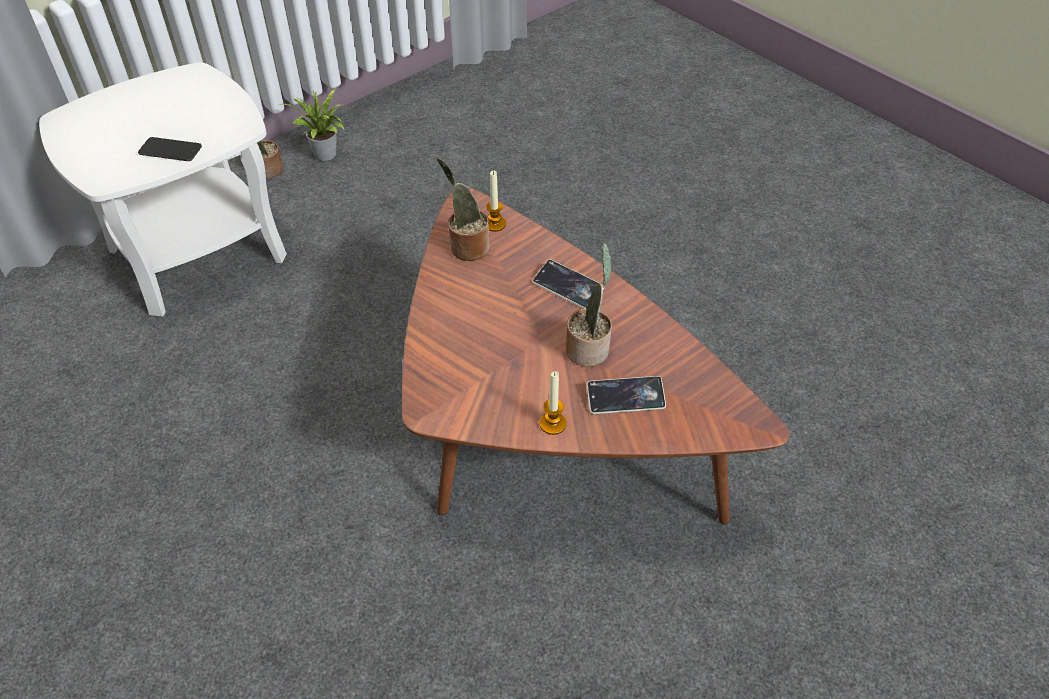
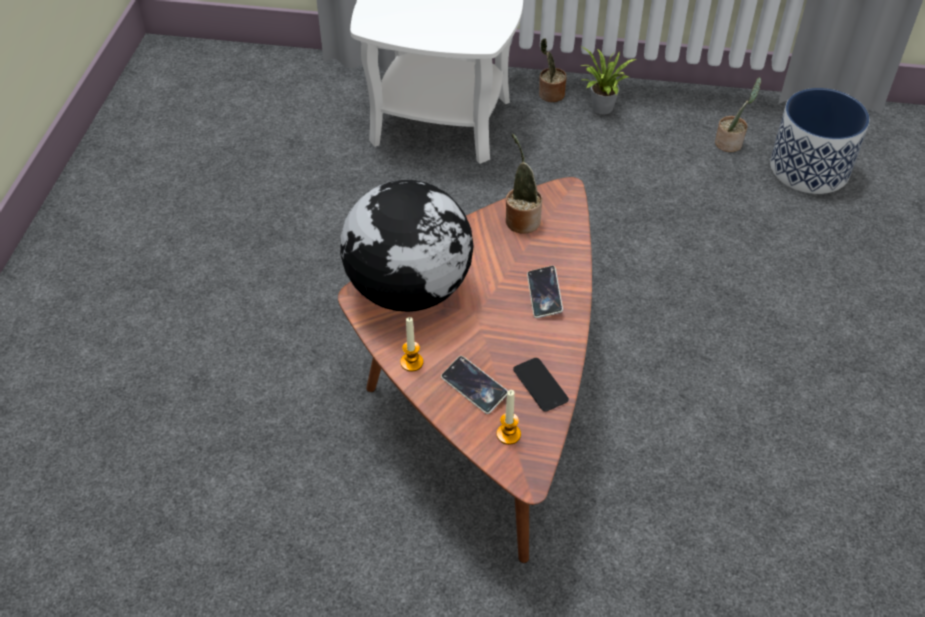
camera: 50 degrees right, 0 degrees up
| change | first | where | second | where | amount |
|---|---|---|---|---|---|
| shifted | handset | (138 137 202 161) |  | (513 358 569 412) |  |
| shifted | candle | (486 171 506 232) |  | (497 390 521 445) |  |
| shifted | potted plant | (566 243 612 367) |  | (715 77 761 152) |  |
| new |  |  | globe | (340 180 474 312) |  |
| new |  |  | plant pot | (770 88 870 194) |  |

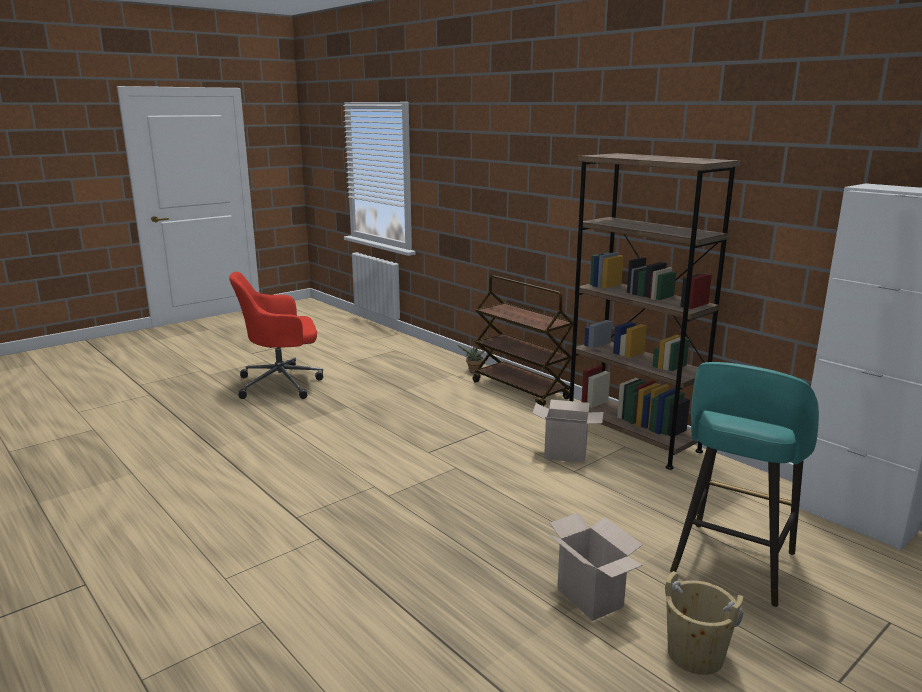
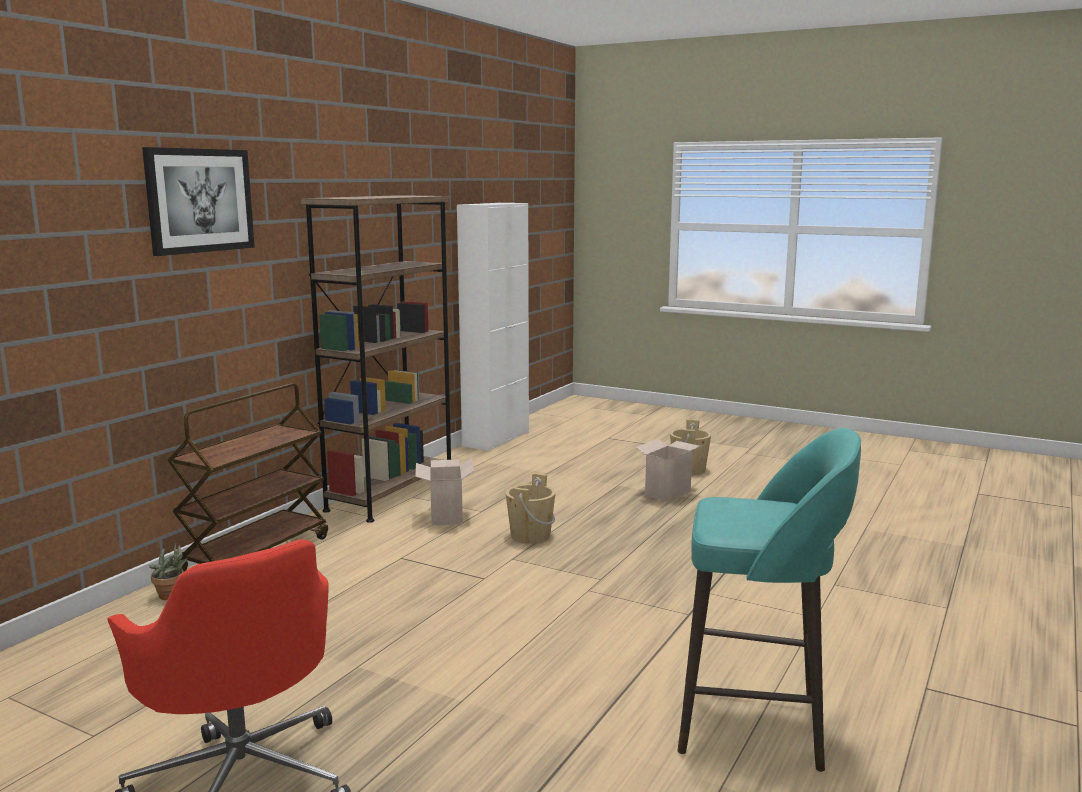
camera: 110 degrees left, 5 degrees down
| change | first | where | second | where | amount |
|---|---|---|---|---|---|
| shifted | turquoise-coloured stool seat | (670 362 819 607) |  | (677 428 861 772) |  |
| new |  |  | picture | (142 147 255 256) |  |
| new |  |  | sand-coloured bucket | (505 473 556 544) |  |

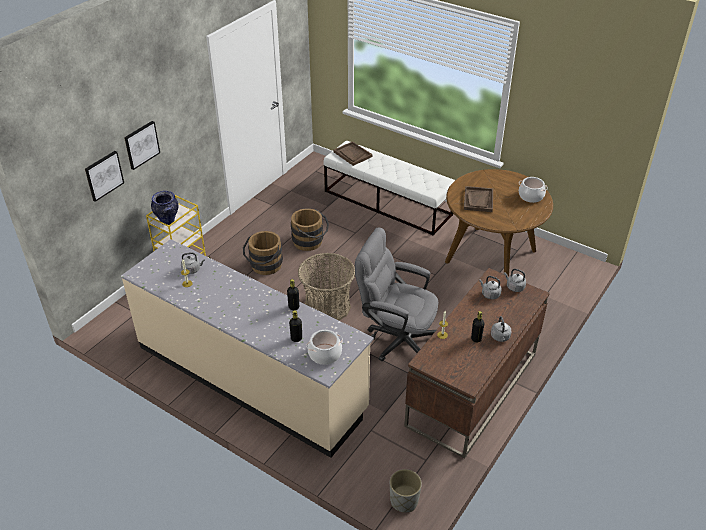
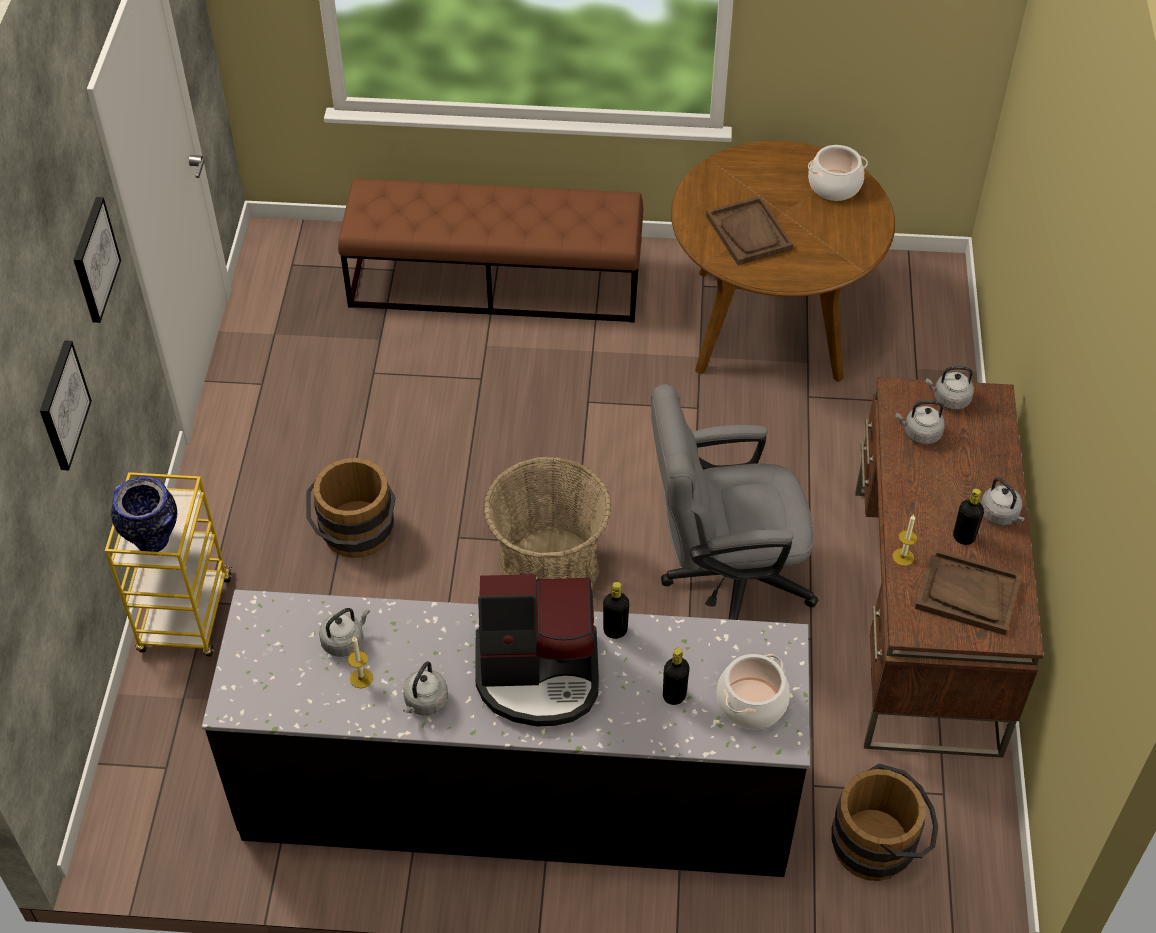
camera: 30 degrees left, 10 degrees up
| change | first | where | second | where | amount |
|---|---|---|---|---|---|
| shifted | picture | (85 151 124 202) |  | (73 197 121 323) |  |
| repainted | sand-coloured kitchen counter | (121 239 374 458) | blackish kitchen counter | (202 590 810 877) |  |
| shifted | brown bucket | (291 208 329 251) |  | (832 764 938 881) |  |
| repainted | whitish long seat | (323 141 455 236) | brown long seat | (338 179 644 323) |  |
| shifted | brown carrying tray | (334 141 372 166) |  | (915 549 1022 635) |  |
| gone | greyish plant pot | (390 469 422 512) |  |  |  |
| new |  |  | greyish tea kettle | (403 661 448 715) |  |
| new |  |  | coffee brewer | (475 574 599 727) |  |

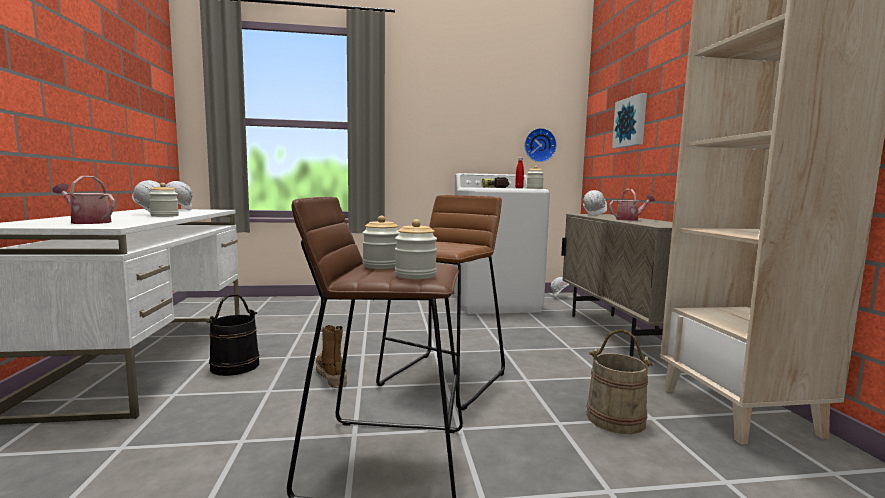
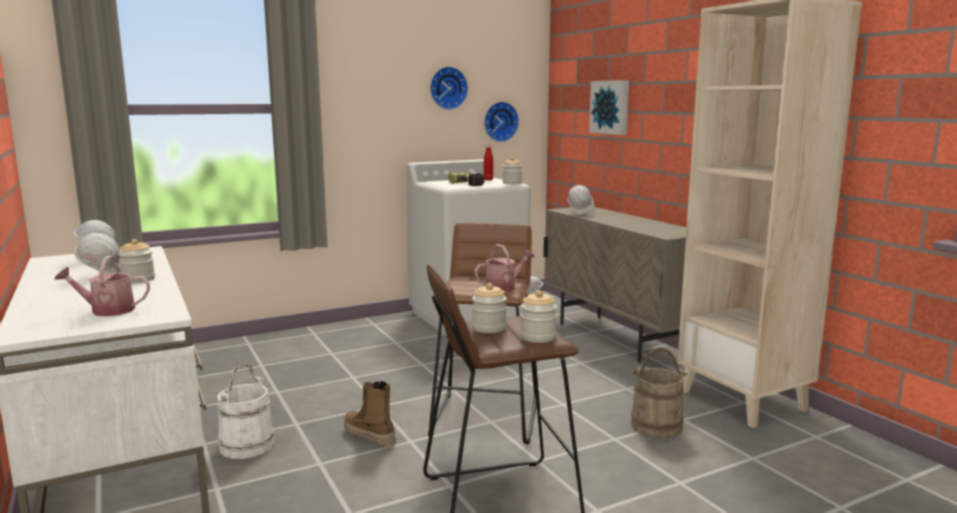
camera: 20 degrees left, 5 degrees up
| change | first | where | second | where | amount |
|---|---|---|---|---|---|
| repainted | blackish bucket | (207 294 259 376) | whitish bucket | (217 362 275 459) |  |
| shifted | sprinkling can | (609 189 655 221) |  | (475 244 535 292) |  |
| new |  |  | wall clock | (430 66 468 110) |  |

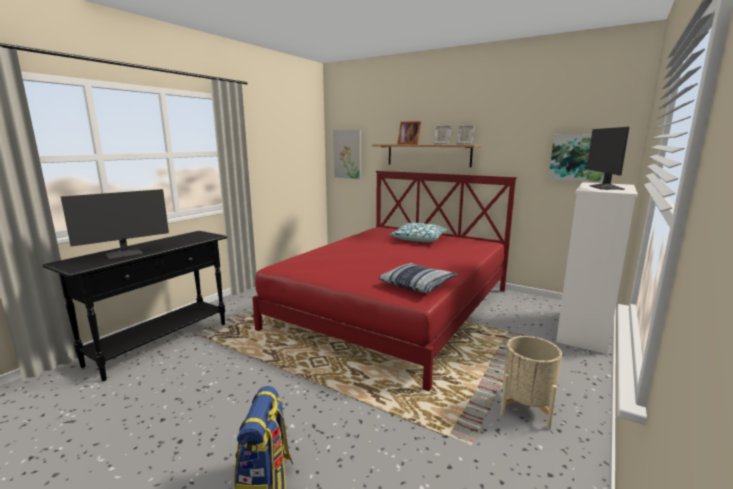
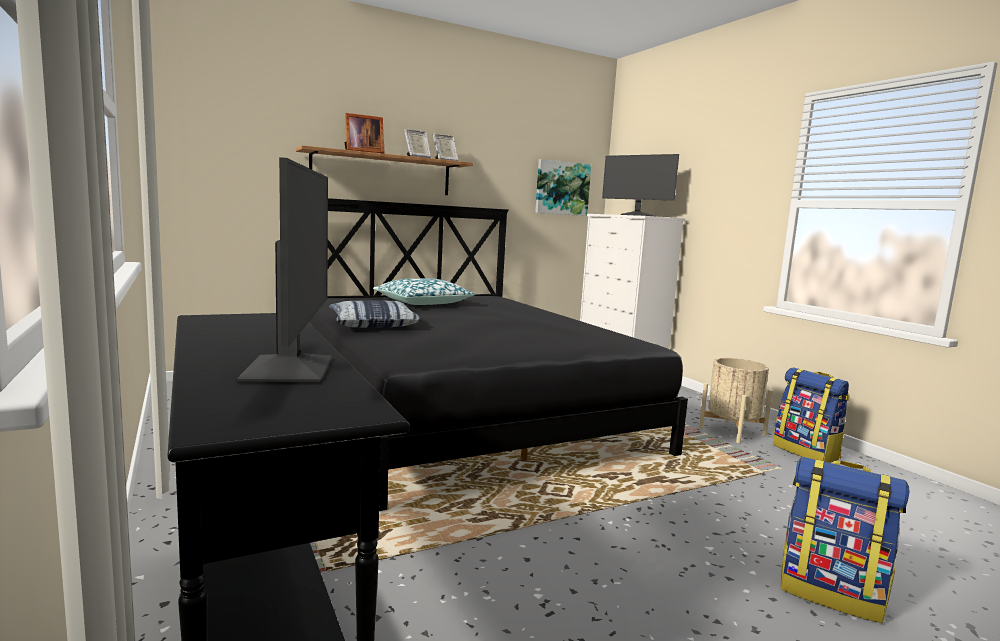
camera: 60 degrees left, 5 degrees down
| change | first | where | second | where | amount |
|---|---|---|---|---|---|
| repainted | reddish bed | (252 171 517 391) | blackish bed | (309 198 688 511) |  |
| gone | picture | (333 130 361 179) |  |  |  |
| shifted | cushion | (378 263 458 293) |  | (329 301 421 328) |  |
| new |  |  | knapsack | (773 367 850 463) |  |

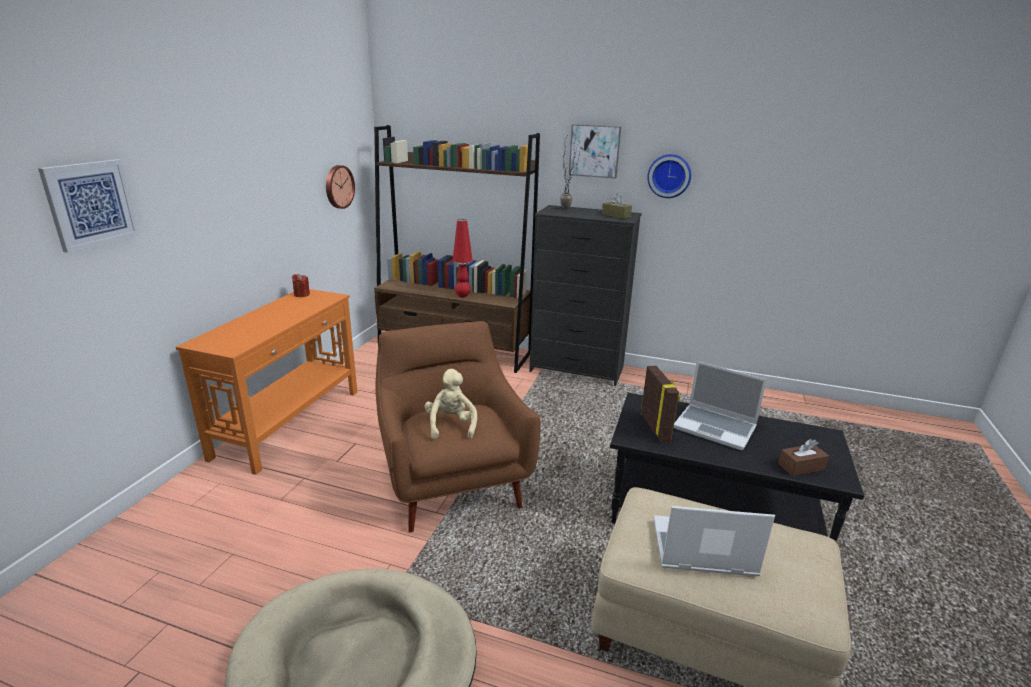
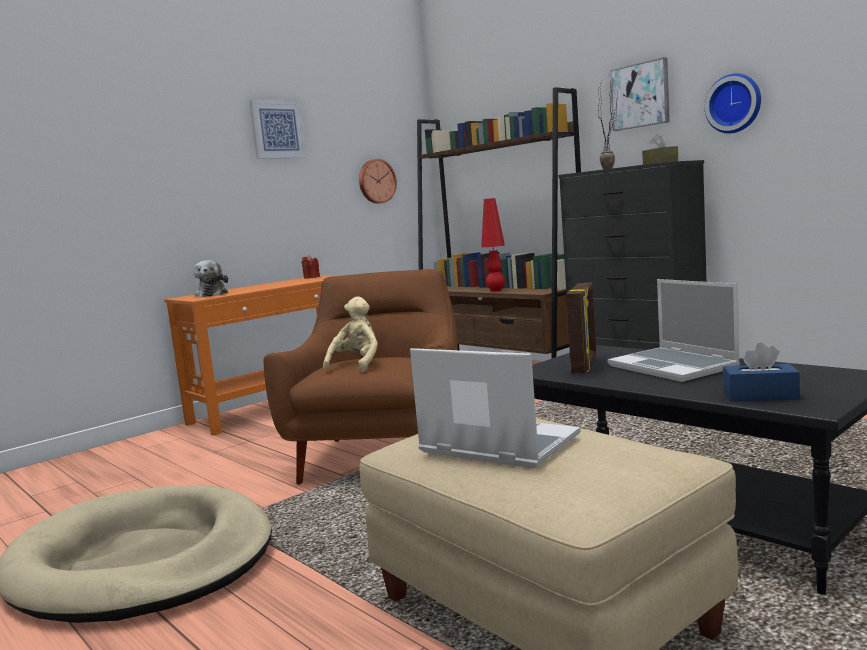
camera: 30 degrees right, 15 degrees down
| change | first | where | second | where | amount |
|---|---|---|---|---|---|
| shifted | picture | (38 159 139 253) |  | (249 100 307 159) |  |
| repainted | brown box of tissues | (778 439 829 476) | blue box of tissues | (723 342 800 401) |  |
| new |  |  | plush toy | (194 260 228 297) |  |

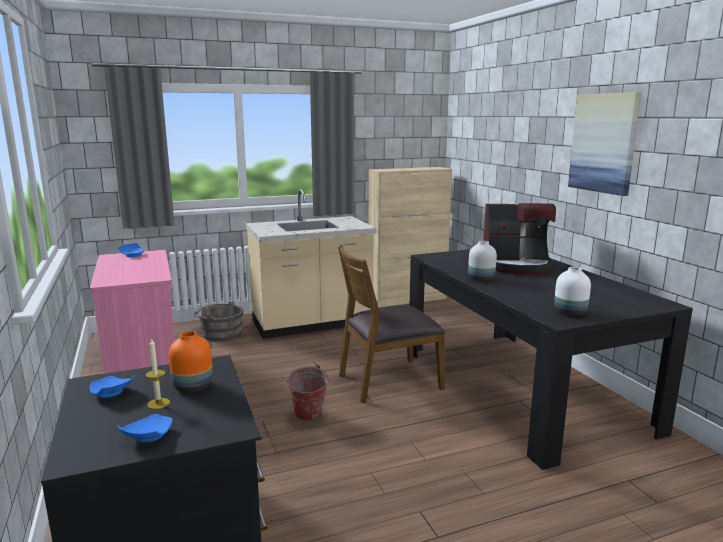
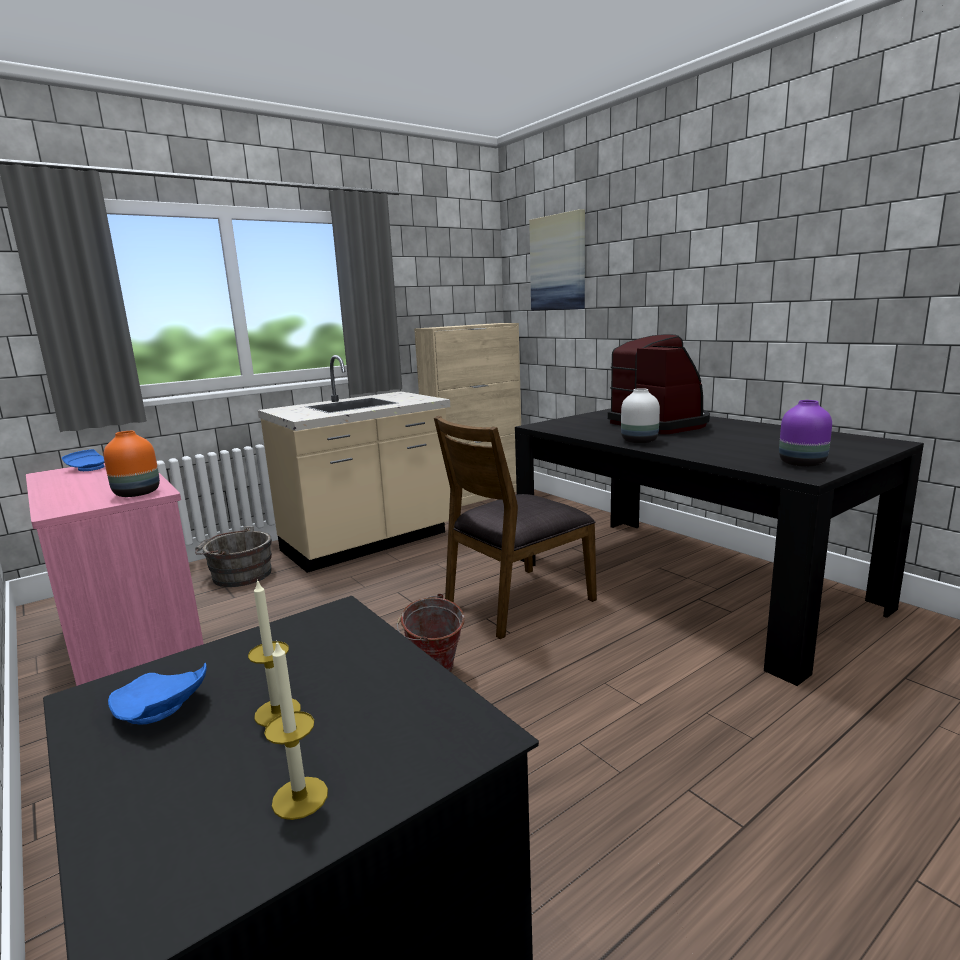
camera: 15 degrees left, 0 degrees up
| change | first | where | second | where | amount |
|---|---|---|---|---|---|
| swapped | blue plate | (118 414 173 442) | candle | (264 640 328 820) |  |
| shifted | orange decorative vase | (169 331 213 393) |  | (103 431 160 497) |  |
| rotated | coffee brewer | (483 203 556 274) |  | (608 334 710 434) | 105 degrees counterclockwise |
| repainted | whitish decorative vase | (554 267 591 316) | purplish decorative vase | (779 400 832 467) |  |
| shifted | picture | (568 92 641 196) |  | (529 209 585 311) |  |

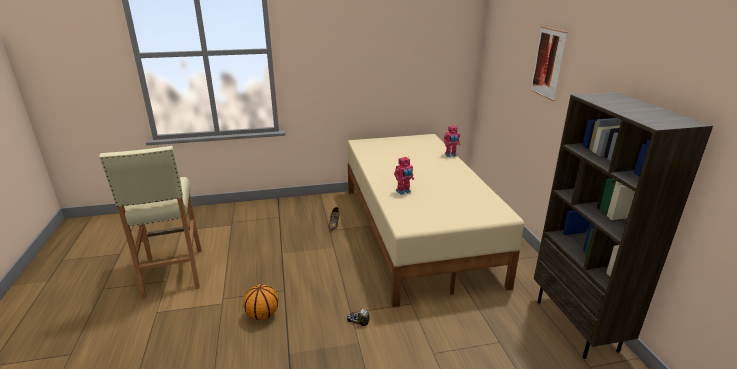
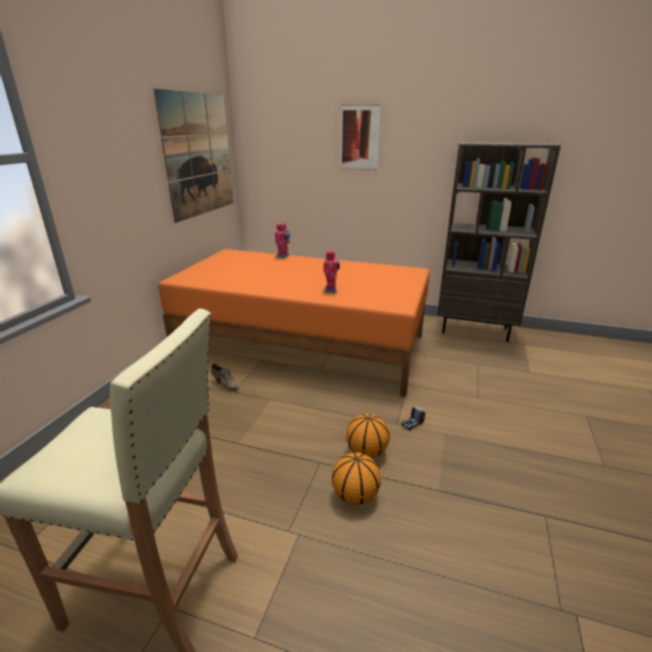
camera: 60 degrees left, 0 degrees up
| change | first | where | second | where | amount |
|---|---|---|---|---|---|
| repainted | sand-coloured bed | (348 134 524 307) | orange bed | (158 249 430 397) |  |
| new |  |  | picture | (154 89 234 223) |  |
| new |  |  | ball for basketball | (346 414 390 458) |  |

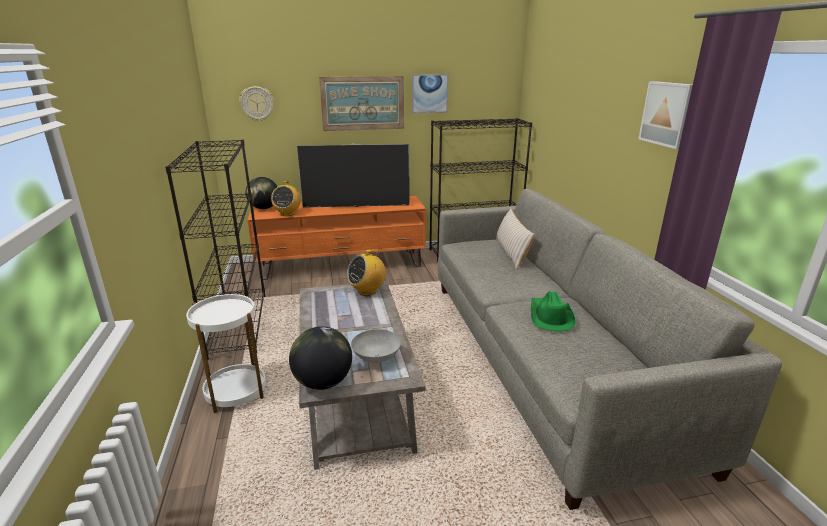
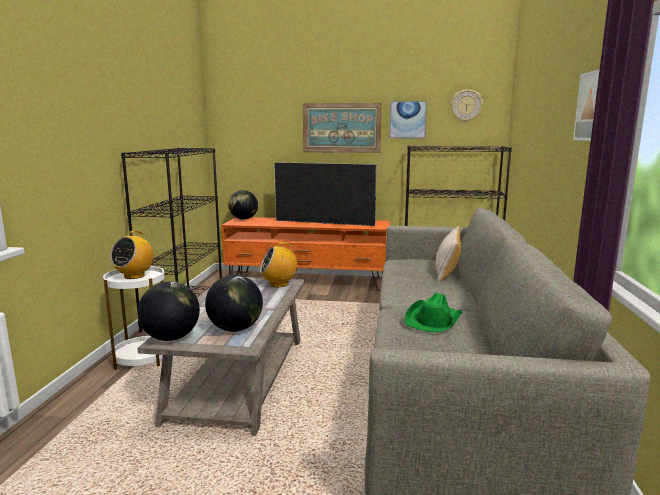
camera: 20 degrees right, 10 degrees down
| change | first | where | second | where | amount |
|---|---|---|---|---|---|
| shifted | wall clock | (239 86 274 121) |  | (451 89 483 122) |  |
| shifted | radio receiver | (271 181 301 216) |  | (110 231 154 279) |  |
| swapped | greyish deep dish | (351 329 401 363) | globe | (205 275 263 332) |  |

